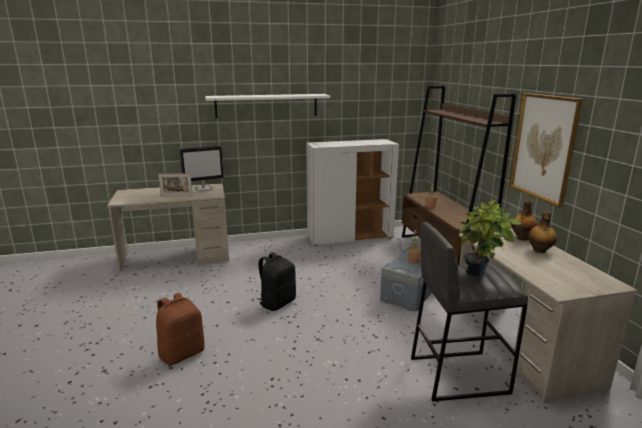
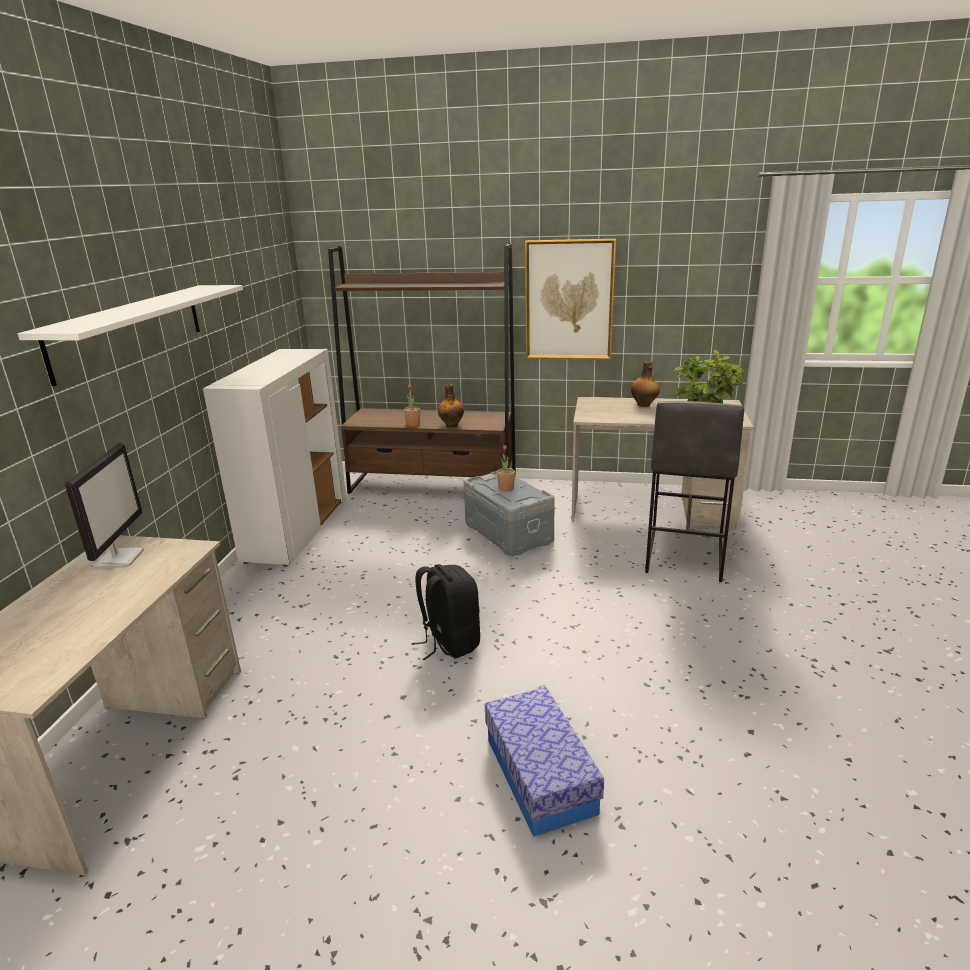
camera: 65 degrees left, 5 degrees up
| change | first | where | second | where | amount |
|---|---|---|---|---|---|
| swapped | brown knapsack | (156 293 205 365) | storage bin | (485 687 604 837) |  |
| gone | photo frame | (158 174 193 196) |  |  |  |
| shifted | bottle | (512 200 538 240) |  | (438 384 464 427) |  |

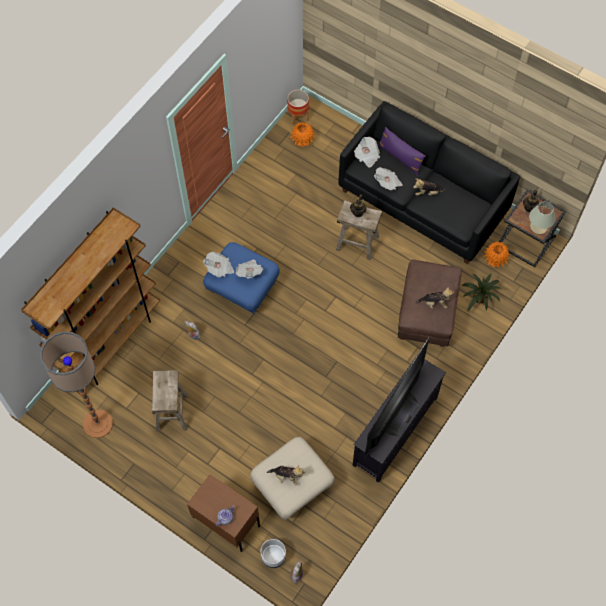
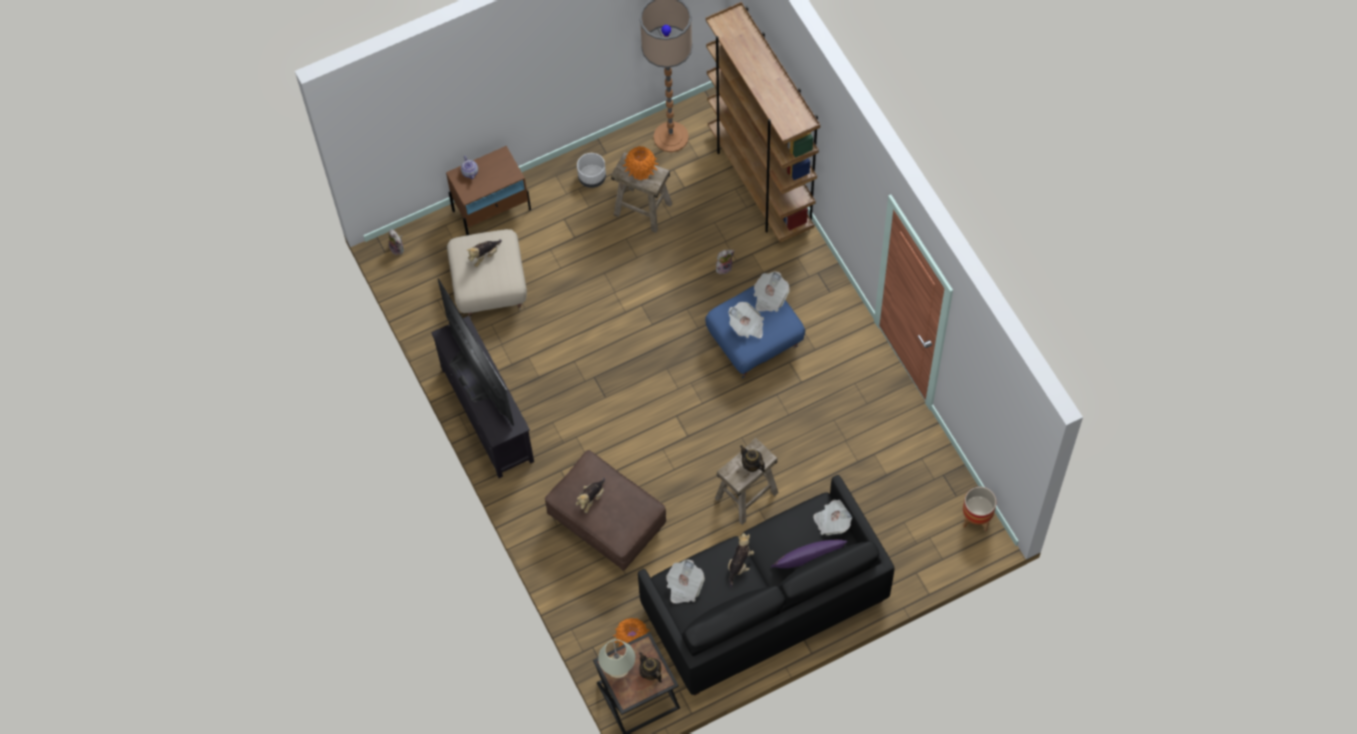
camera: 120 degrees right, 0 degrees up
| change | first | where | second | where | amount |
|---|---|---|---|---|---|
| shifted | whitish plant pot | (261 539 286 568) |  | (577 153 606 188) |  |
| shifted | orange decorative vase | (290 122 315 147) |  | (623 146 659 180) |  |
| shifted | printed paper | (374 167 402 191) |  | (666 559 705 603) |  |
| gone | potted plant | (461 274 502 312) |  |  |  |

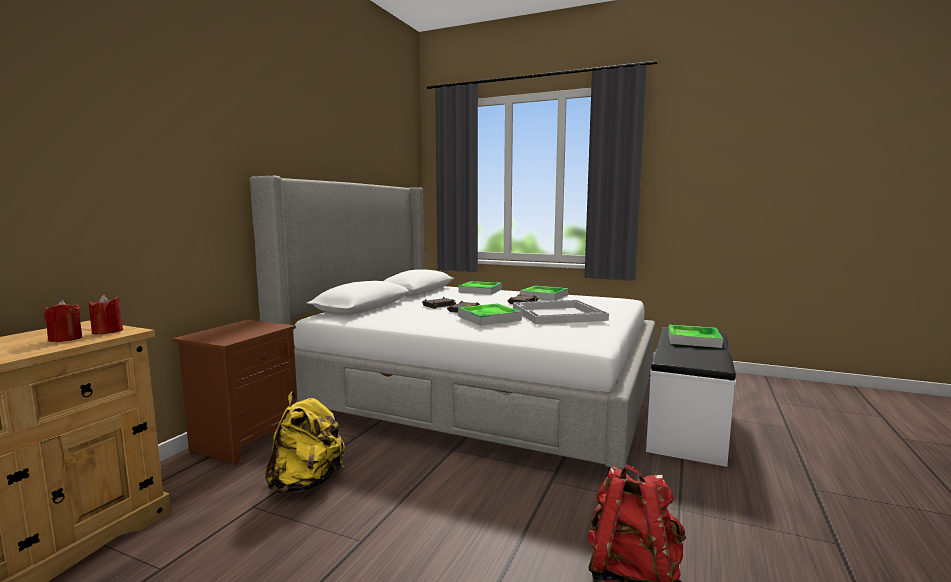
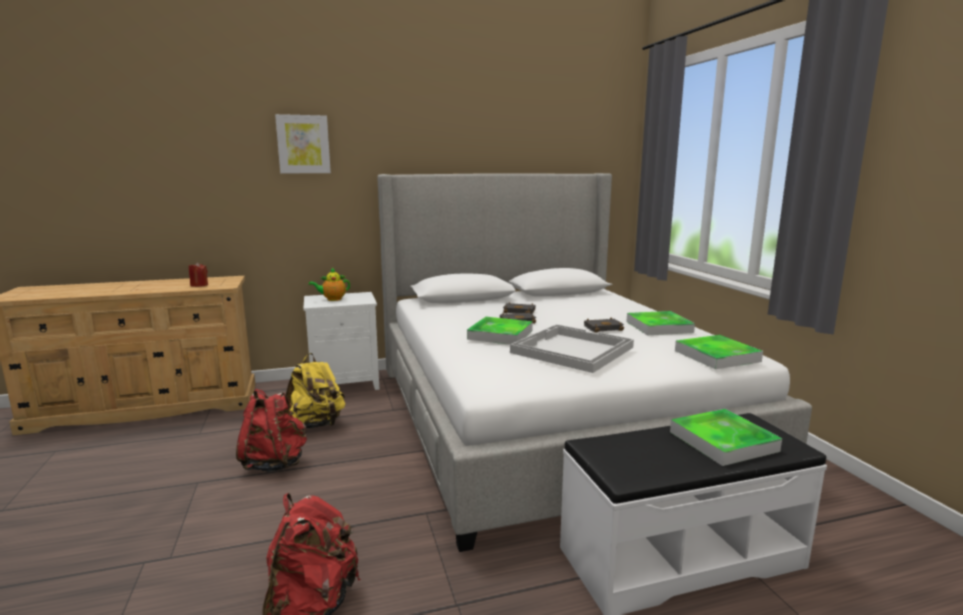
camera: 50 degrees right, 5 degrees up
| change | first | where | second | where | amount |
|---|---|---|---|---|---|
| gone | reddish candle | (88 295 123 335) |  |  |  |
| repainted | brown nightstand | (172 320 297 466) | whitish nightstand | (303 292 379 390) |  |
| shifted | carrying tray | (458 281 502 295) |  | (675 335 763 369) |  |
| new |  |  | reddish knapsack | (236 389 307 472) |  |
| new |  |  | picture | (275 114 331 173) |  |
| new |  |  | teapot | (309 268 350 301) |  |

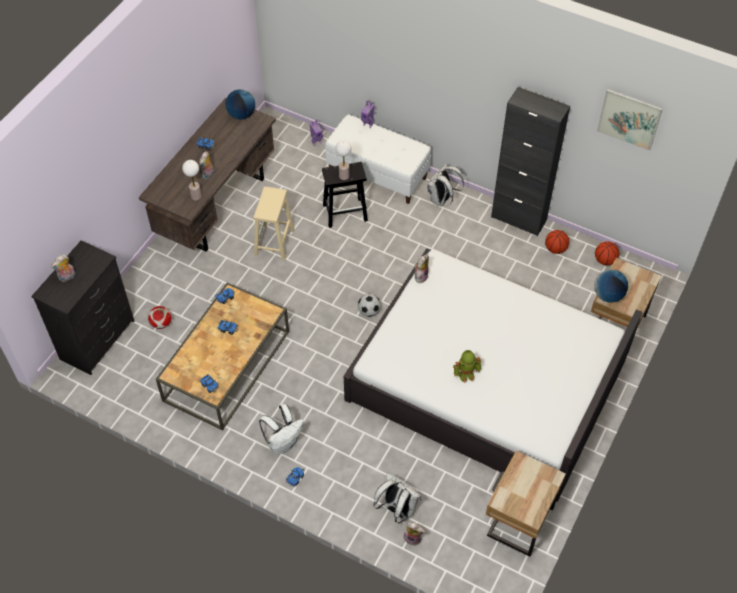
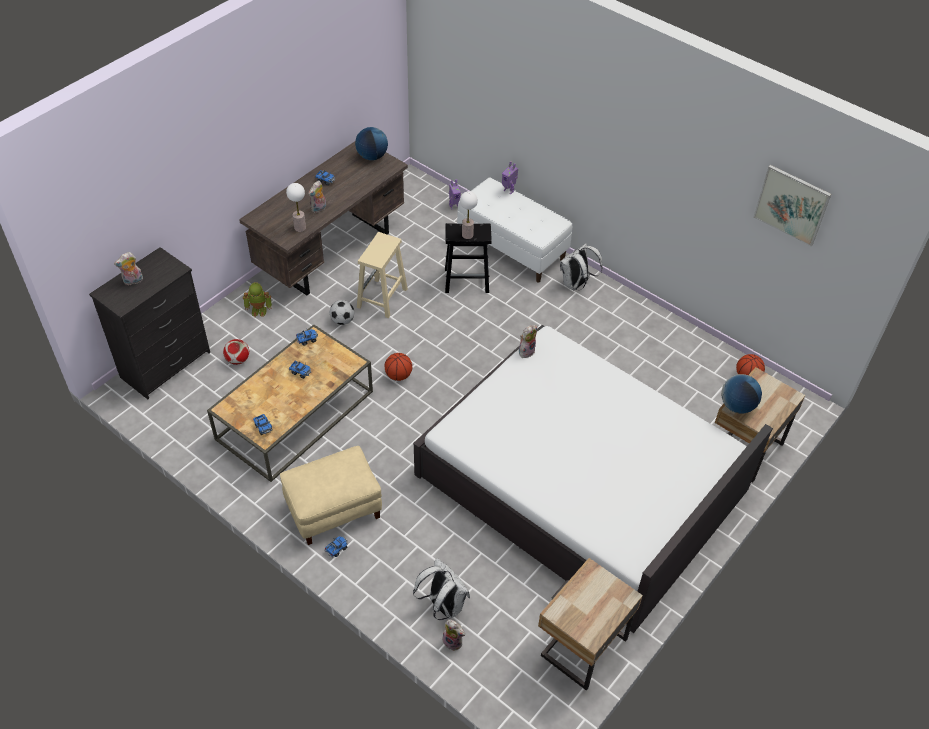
camera: 10 degrees right, 5 degrees down
| change | first | where | second | where | amount |
|---|---|---|---|---|---|
| swapped | whitish knapsack | (259 404 304 455) | sand-coloured pouffe | (280 446 382 545) |  |
| shifted | football | (358 294 381 317) |  | (330 300 354 325) |  |
| shifted | model robot | (453 350 482 383) |  | (243 282 272 317) |  |
| gone | blackish cupboard | (491 87 570 236) |  |  |  |
| shifted | ball for basketball | (545 230 569 254) |  | (385 353 412 381) |  |

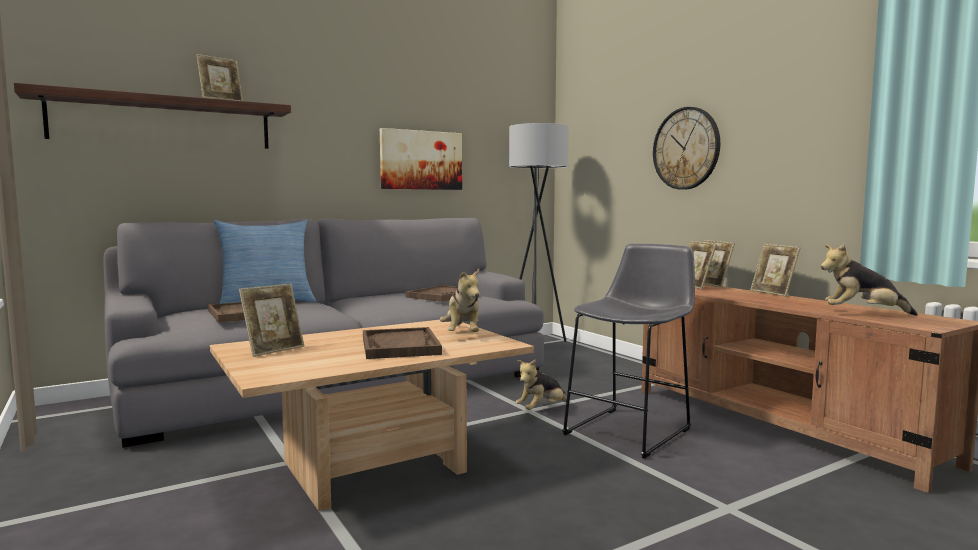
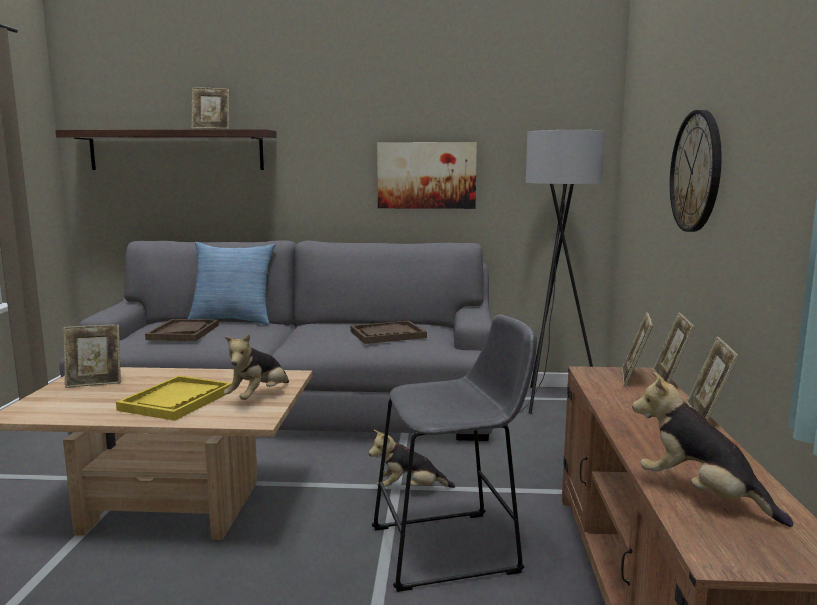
camera: 35 degrees right, 5 degrees up
| change | first | where | second | where | amount |
|---|---|---|---|---|---|
| repainted | brown carrying tray | (363 327 442 359) | yellowish carrying tray | (116 375 232 421) |  |

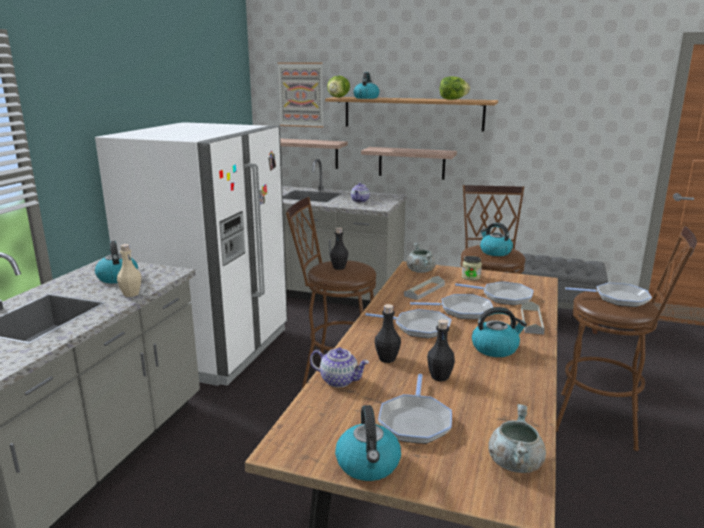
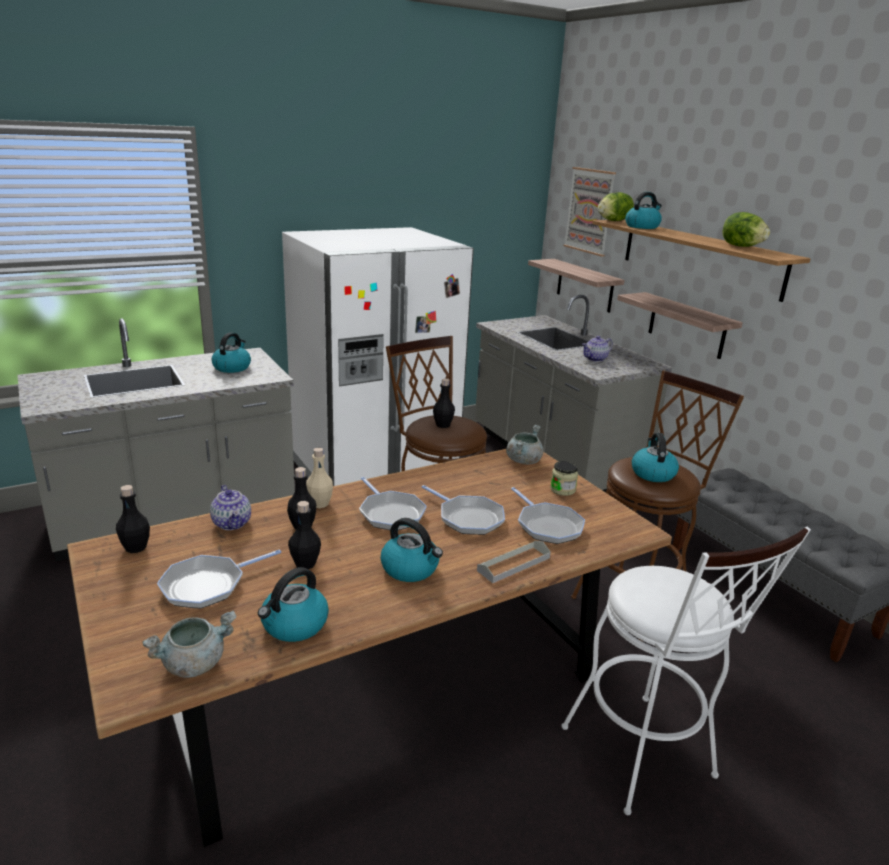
camera: 40 degrees right, 5 degrees up
| change | first | where | second | where | amount |
|---|---|---|---|---|---|
| shifted | sand-coloured bottle | (117 244 141 297) |  | (306 447 333 508) |  |
| shifted | tea kettle | (335 405 401 481) |  | (258 567 329 642) |  |
| gone | greyish carrying tray | (404 276 445 300) |  |  |  |
| repainted | brown stool seat | (556 226 697 451) | whitish stool seat | (561 527 811 815) |  |
| gone | frying pan | (565 282 652 307) |  |  |  |
| new |  |  | blackish bottle | (116 485 150 553) |  |

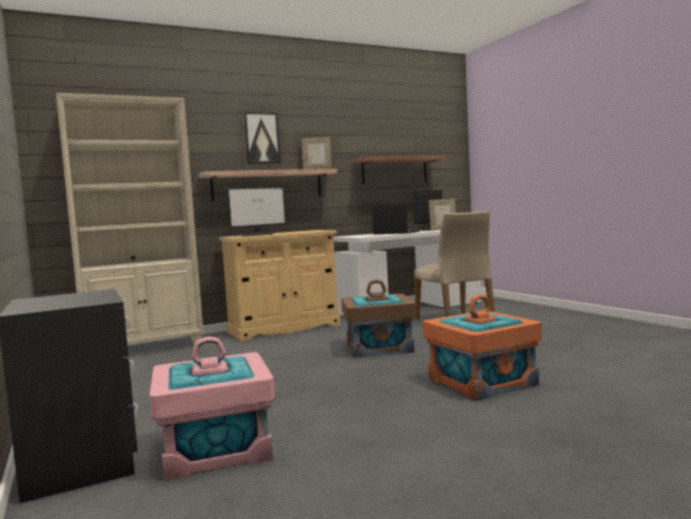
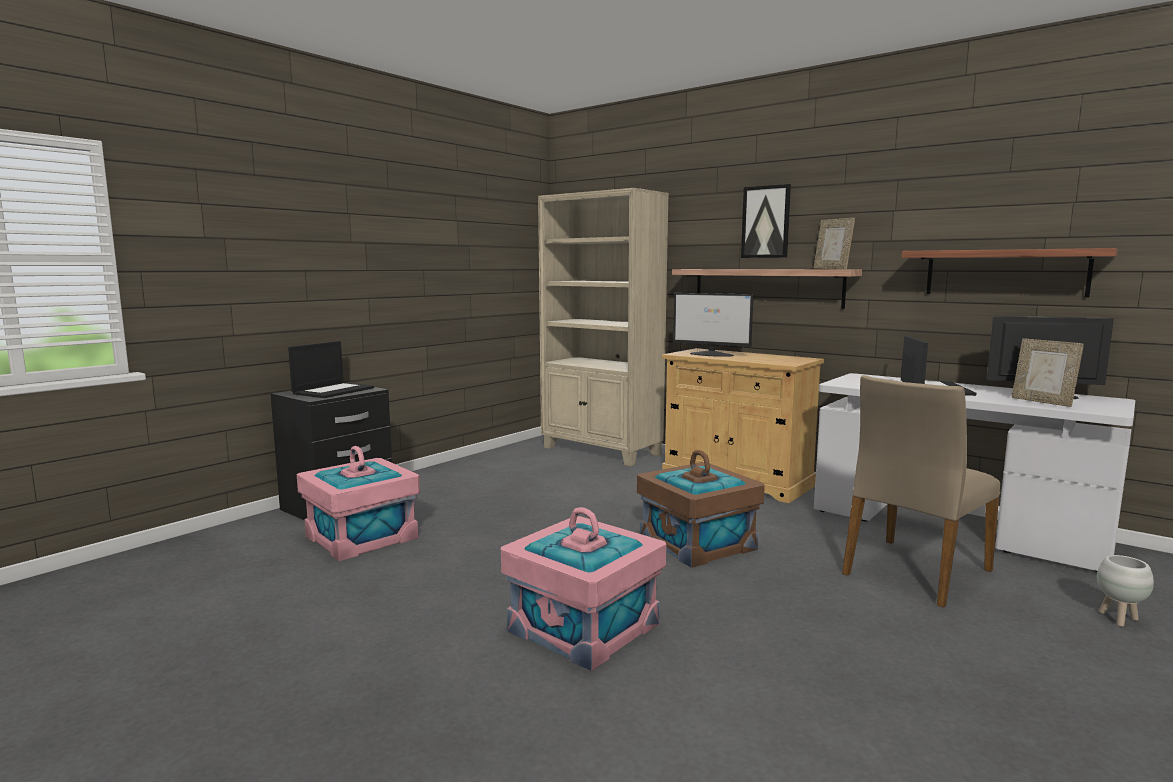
camera: 65 degrees right, 5 degrees up
| change | first | where | second | where | amount |
|---|---|---|---|---|---|
| repainted | orange storage bin | (423 294 542 401) | pink storage bin | (501 507 666 671) |  |
| new |  |  | portable computer | (288 341 374 398) |  |
| new |  |  | whitish plant pot | (1097 555 1154 627) |  |

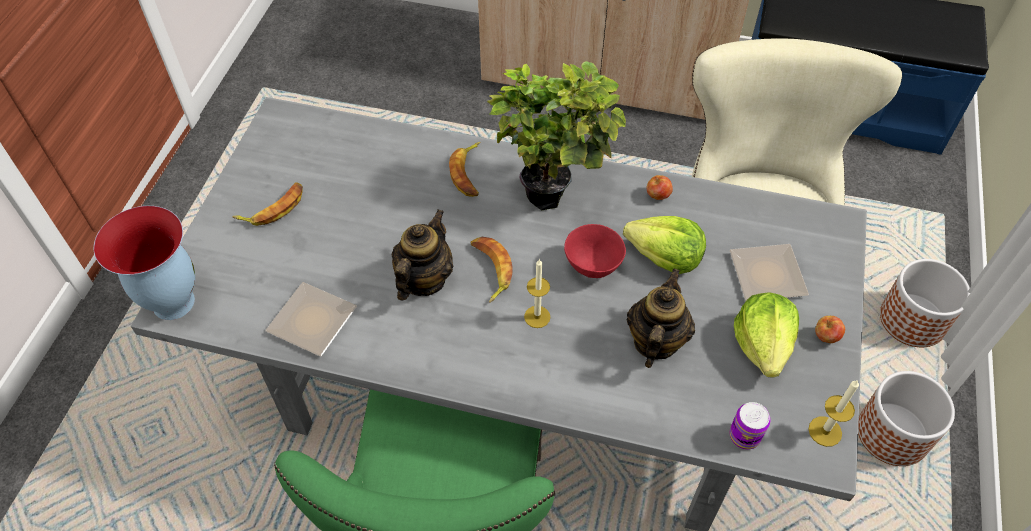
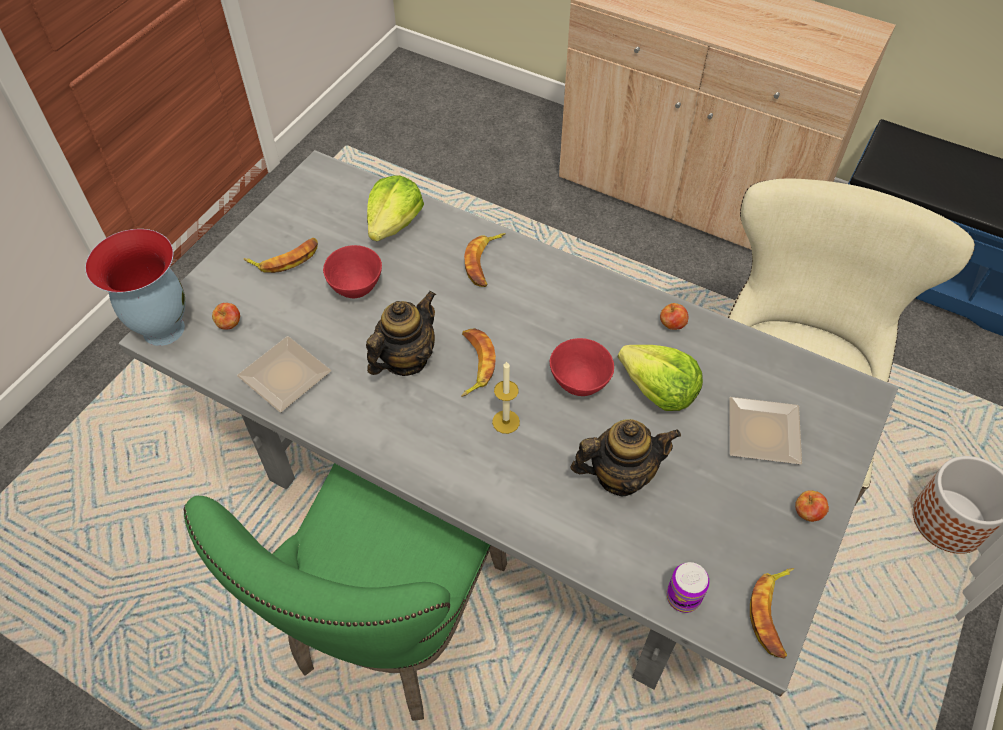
camera: 15 degrees right, 0 degrees up
| change | first | where | second | where | amount |
|---|---|---|---|---|---|
| gone | potted plant | (487 61 626 211) |  |  |  |
| rotated | teapot | (627 268 695 368) |  | (571 419 681 496) | 45 degrees clockwise |
| shifted | head of lettuce | (734 292 799 378) |  | (367 175 424 241) |  |
| swapped | candle | (809 380 859 447) | banana fruit | (750 568 794 659) |  |
| gone | plant pot | (858 371 955 466) |  |  |  |
| new |  |  | whole apple | (212 303 240 330) |  |
| new |  |  | reddish deep dish | (323 245 382 298) |  |

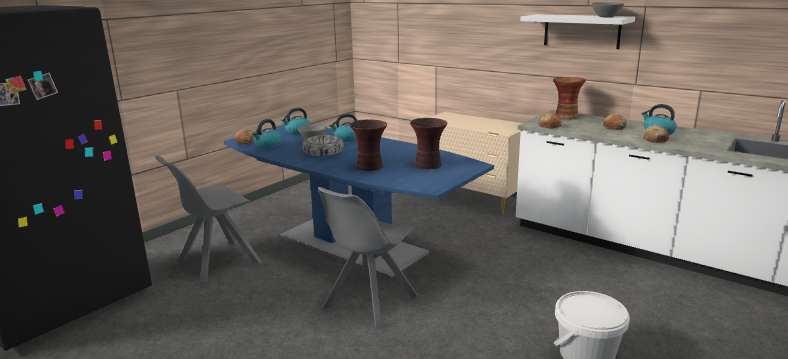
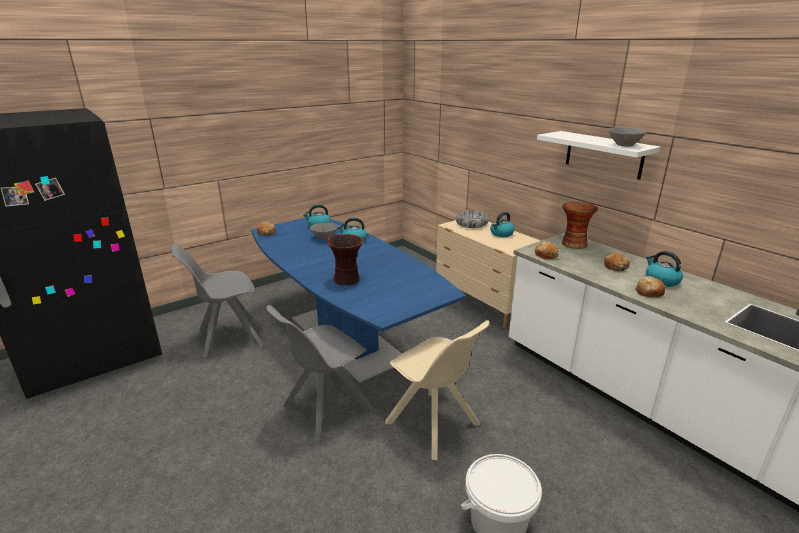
camera: 15 degrees right, 5 degrees up
| change | first | where | second | where | amount |
|---|---|---|---|---|---|
| shifted | tea kettle | (253 119 282 148) |  | (490 212 515 237) |  |
| shifted | deep dish | (302 135 344 156) |  | (456 210 488 228) |  |
| gone | decorative vase | (410 118 447 169) |  |  |  |
| new |  |  | sand-coloured upright chair | (385 320 489 460) |  |

